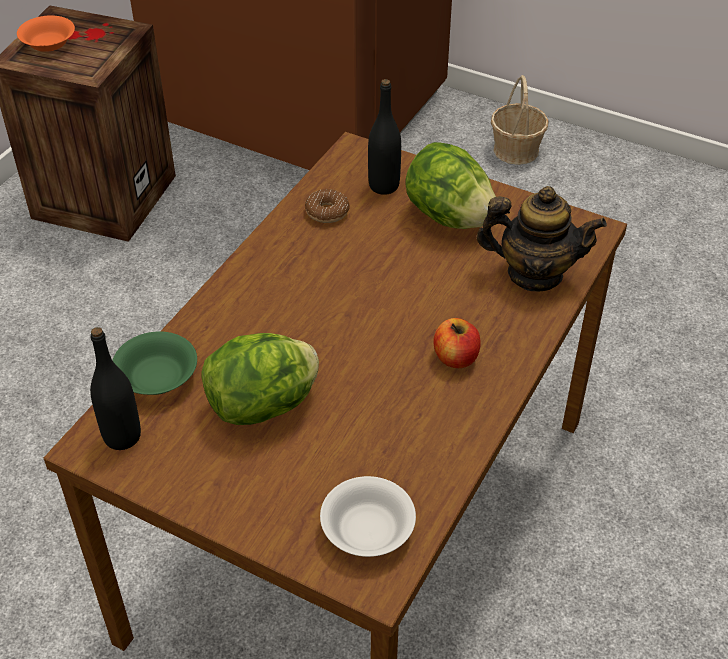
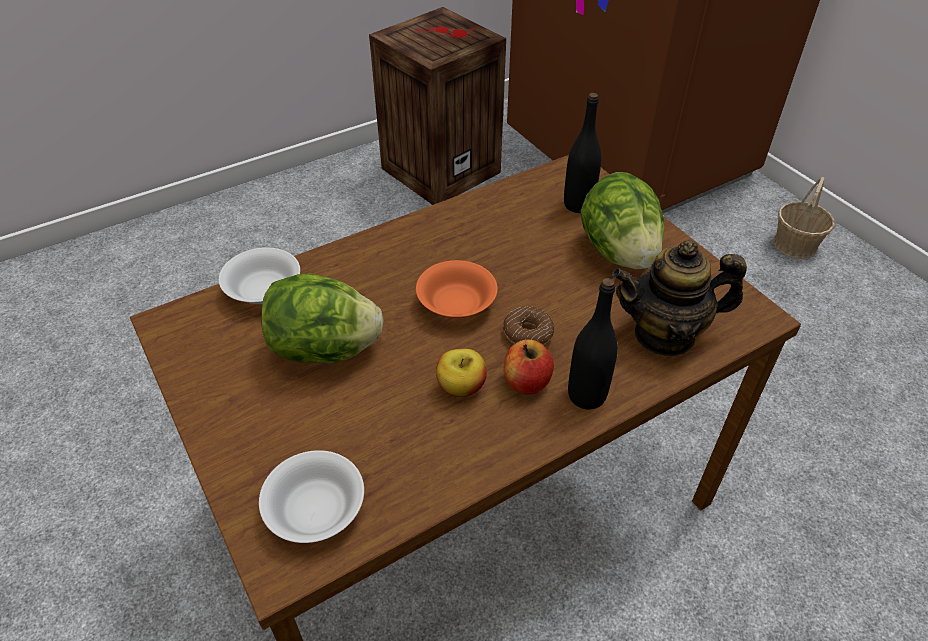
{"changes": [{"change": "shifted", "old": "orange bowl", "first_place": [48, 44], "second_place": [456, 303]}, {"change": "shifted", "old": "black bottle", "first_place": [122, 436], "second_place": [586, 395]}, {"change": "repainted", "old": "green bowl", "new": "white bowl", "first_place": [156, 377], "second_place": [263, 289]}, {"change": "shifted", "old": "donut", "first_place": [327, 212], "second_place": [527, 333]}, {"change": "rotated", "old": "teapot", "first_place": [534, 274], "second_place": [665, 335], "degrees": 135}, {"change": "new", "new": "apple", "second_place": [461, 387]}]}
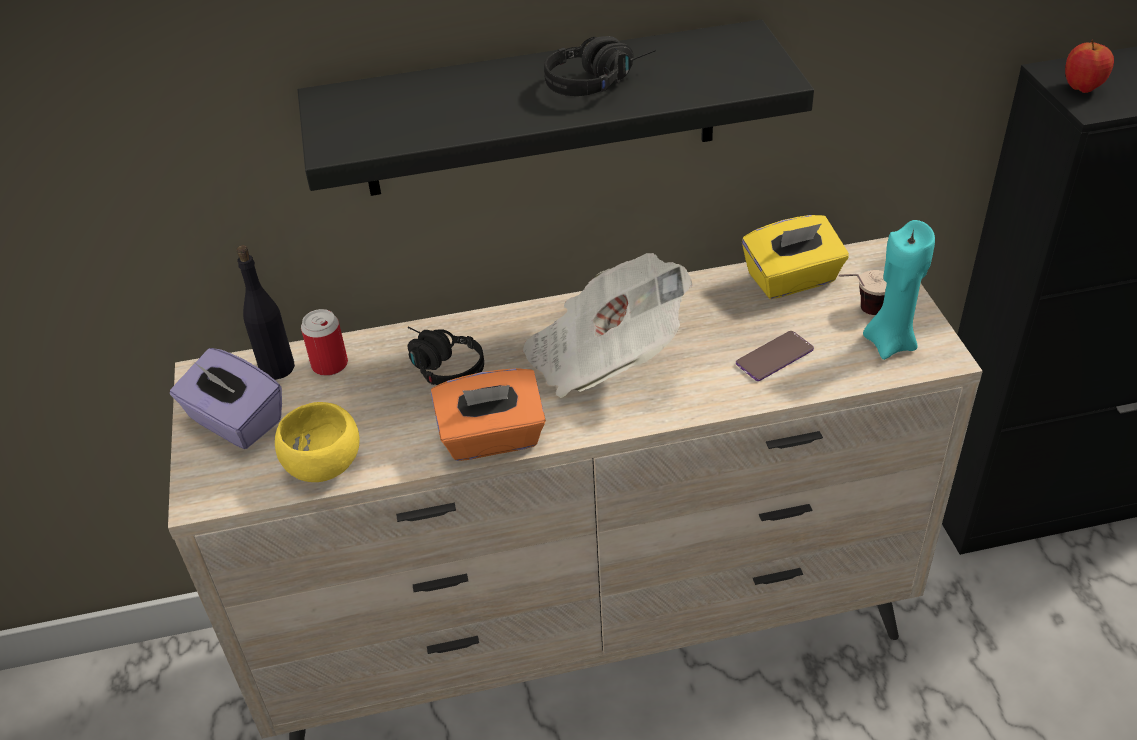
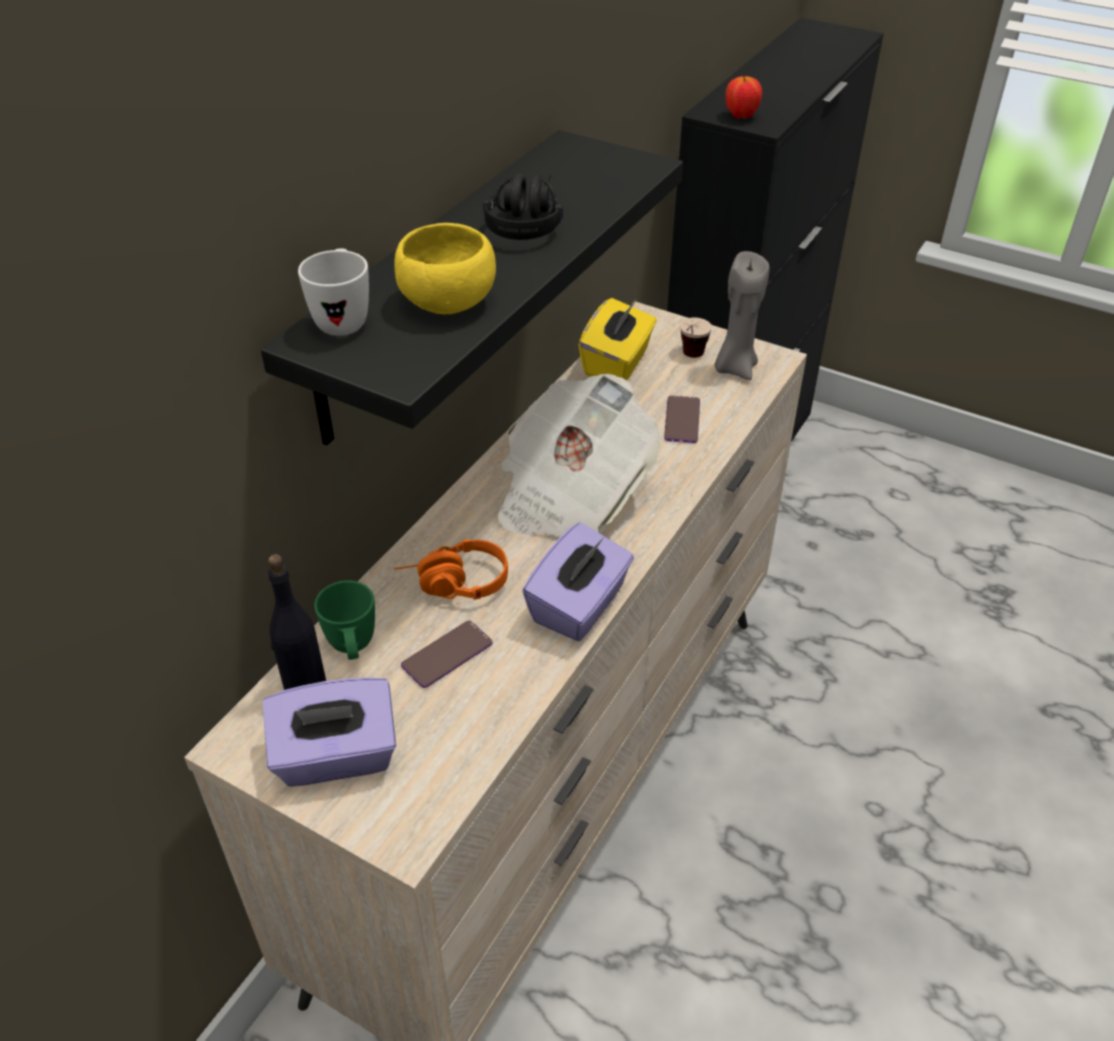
{"changes": [{"change": "shifted", "old": "yellow bowl", "first_place": [325, 463], "second_place": [446, 301]}, {"change": "swapped", "old": "can", "new": "green mug", "first_place": [330, 365], "second_place": [353, 649]}, {"change": "repainted", "old": "black headphones", "new": "orange headphones", "first_place": [439, 366], "second_place": [453, 585]}, {"change": "repainted", "old": "orange tissue box", "new": "purple tissue box", "first_place": [492, 438], "second_place": [579, 606]}, {"change": "repainted", "old": "turquoise candle", "new": "grey candle", "first_place": [890, 342], "second_place": [734, 368]}, {"change": "new", "new": "white mug", "second_place": [343, 319]}, {"change": "new", "new": "phone", "second_place": [447, 655]}]}
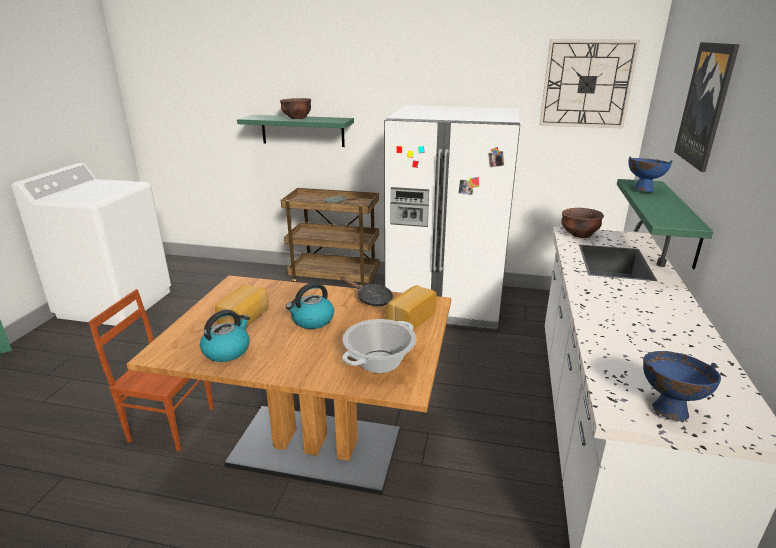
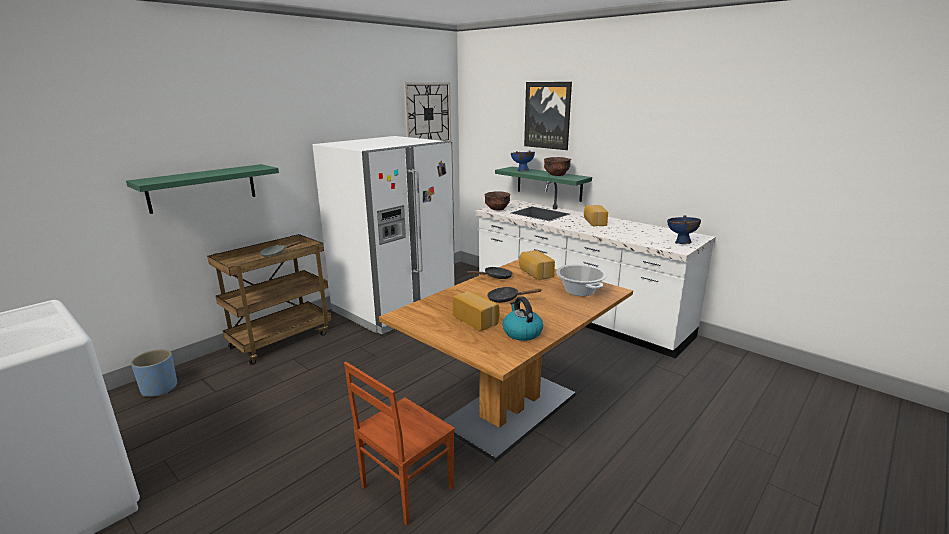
{"changes": [{"change": "shifted", "old": "brown bowl", "first_place": [297, 118], "second_place": [556, 175]}, {"change": "swapped", "old": "kettle", "new": "black frying pan", "first_place": [312, 320], "second_place": [506, 299]}, {"change": "new", "new": "blue planter", "second_place": [159, 388]}, {"change": "new", "new": "bread", "second_place": [594, 222]}]}
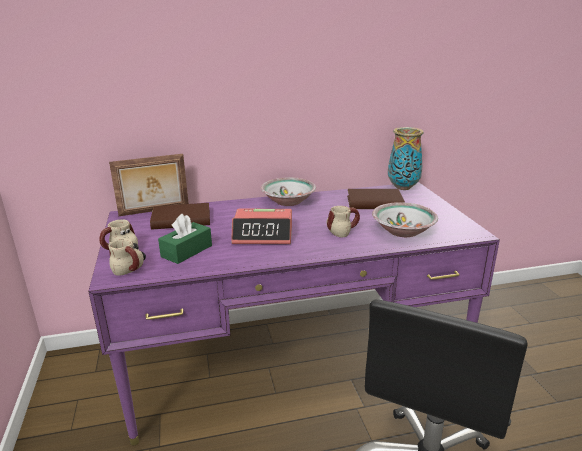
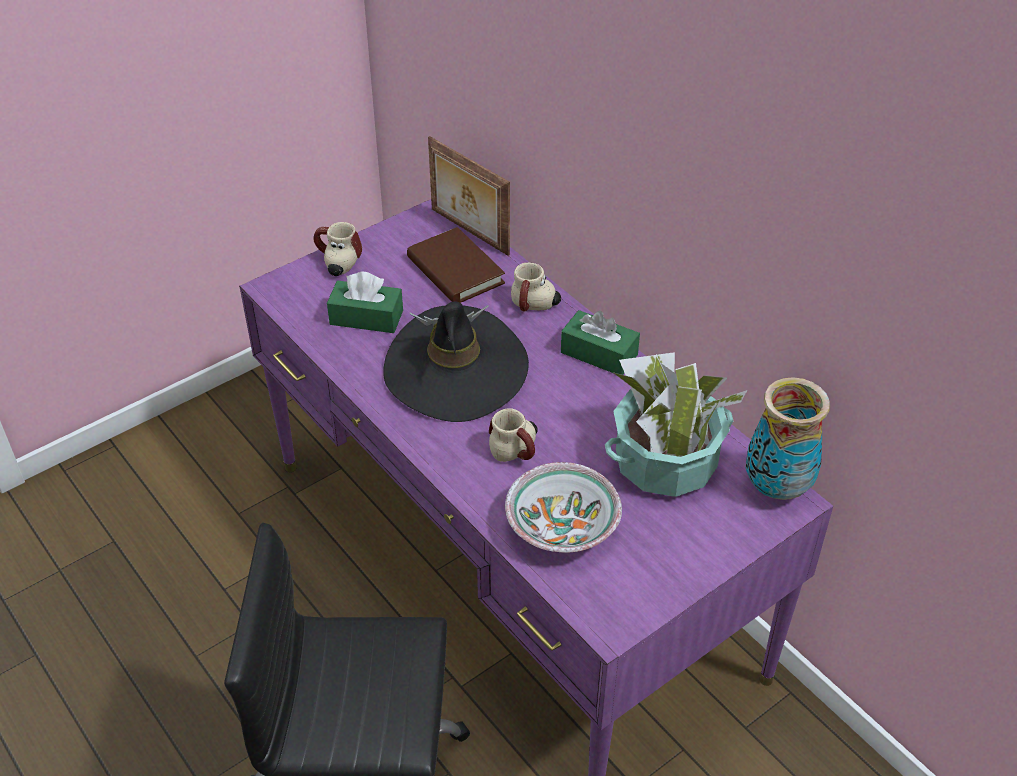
{"changes": [{"change": "shifted", "old": "mug", "first_place": [132, 269], "second_place": [534, 307]}, {"change": "swapped", "old": "alarm clock", "new": "black hat", "first_place": [263, 234], "second_place": [455, 370]}, {"change": "swapped", "old": "bowl", "new": "green tissue box", "first_place": [288, 201], "second_place": [599, 354]}, {"change": "swapped", "old": "brown book", "new": "potted plant", "first_place": [374, 203], "second_place": [665, 463]}]}
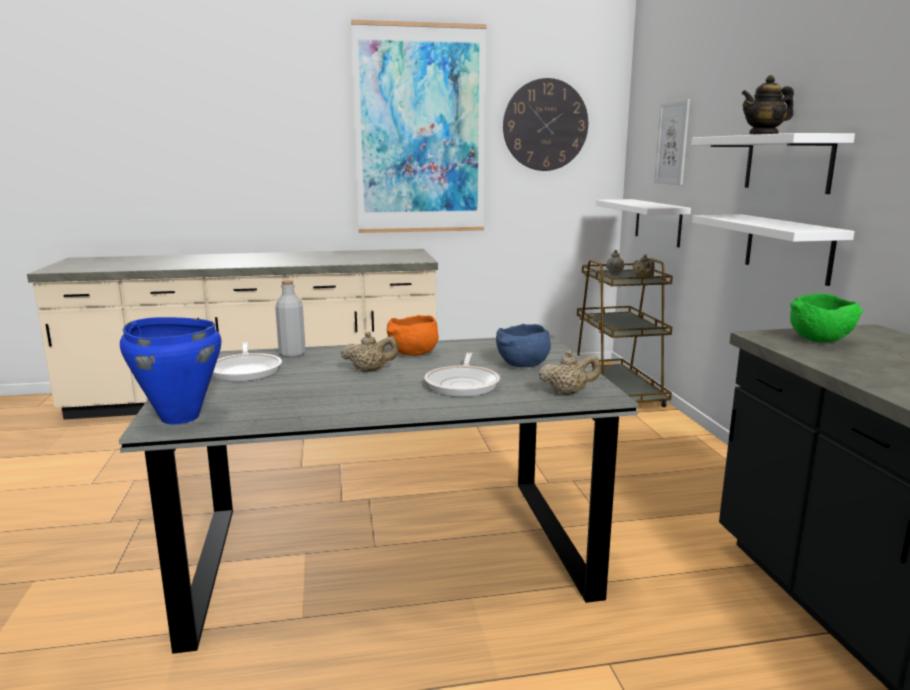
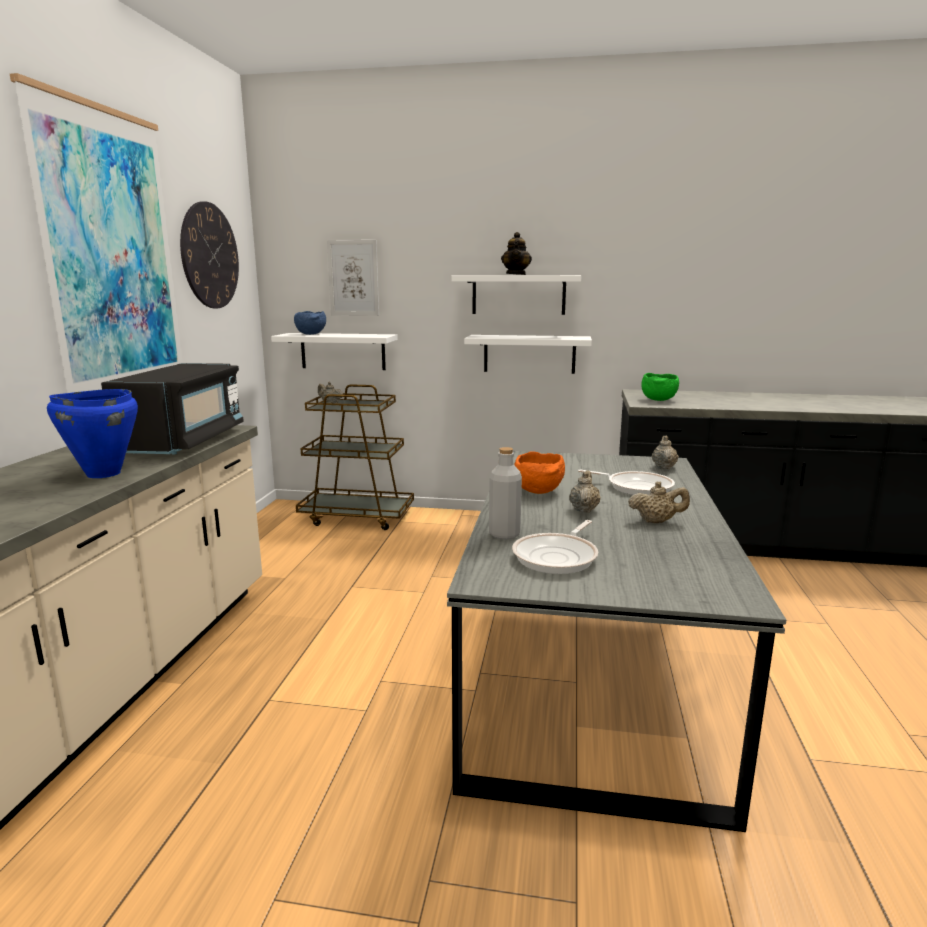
{"changes": [{"change": "shifted", "old": "blue cooking pot", "first_place": [180, 417], "second_place": [102, 474]}, {"change": "rotated", "old": "frying pan", "first_place": [246, 370], "second_place": [558, 557], "degrees": 120}, {"change": "shifted", "old": "blue bowl", "first_place": [522, 366], "second_place": [311, 334]}, {"change": "shifted", "old": "beige teapot", "first_place": [643, 278], "second_place": [656, 521]}, {"change": "new", "new": "black microwave", "second_place": [185, 441]}]}
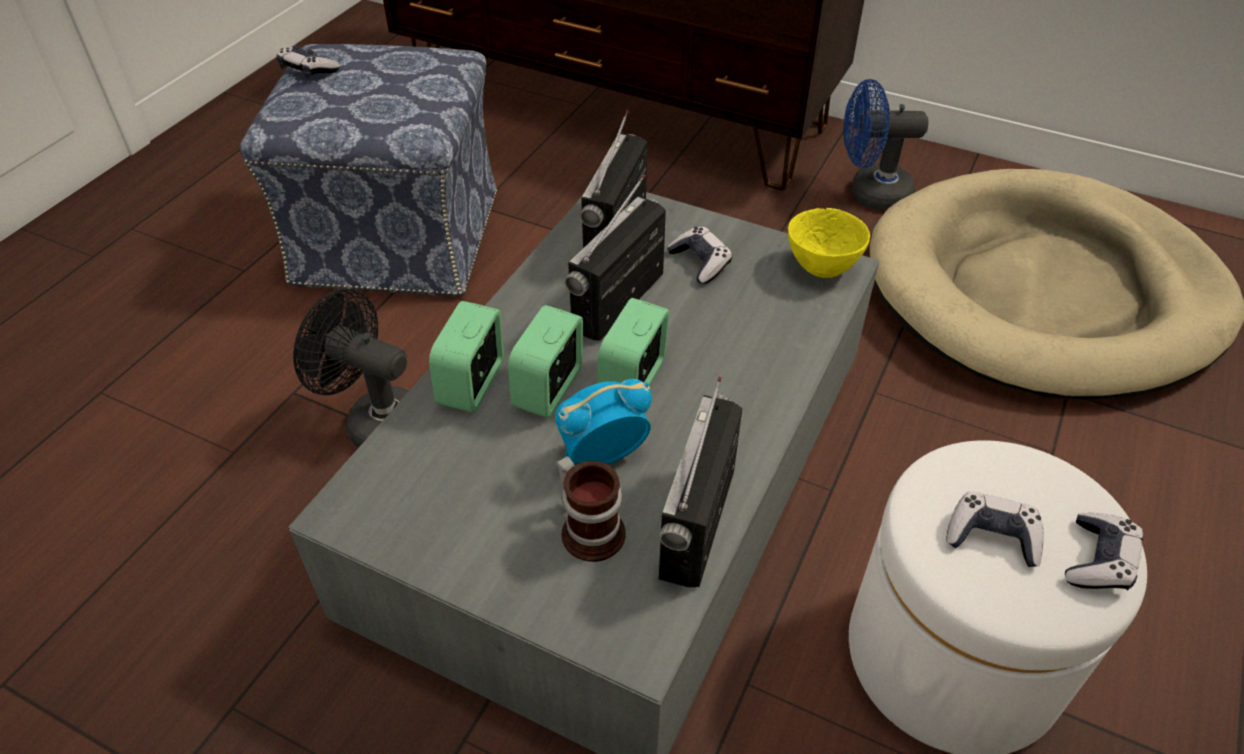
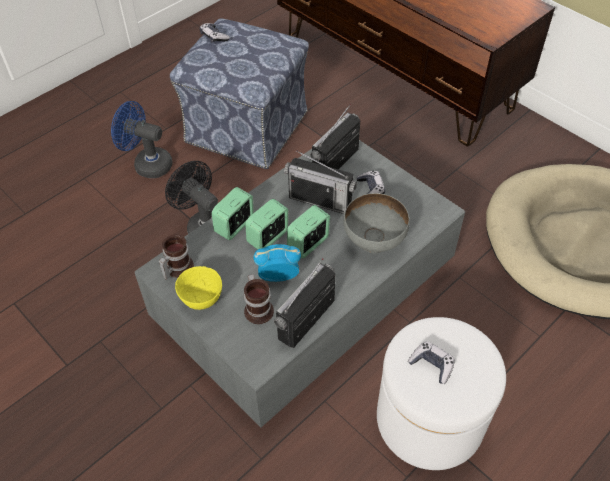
{"changes": [{"change": "rotated", "old": "radio", "first_place": [618, 301], "second_place": [320, 201], "degrees": -120}, {"change": "shifted", "old": "yellow bowl", "first_place": [822, 269], "second_place": [201, 301]}, {"change": "shifted", "old": "blue fan", "first_place": [870, 194], "second_place": [147, 164]}, {"change": "gone", "old": "game controller", "first_place": [1098, 561]}, {"change": "new", "new": "mug", "second_place": [176, 268]}, {"change": "new", "new": "grey bowl", "second_place": [374, 242]}]}
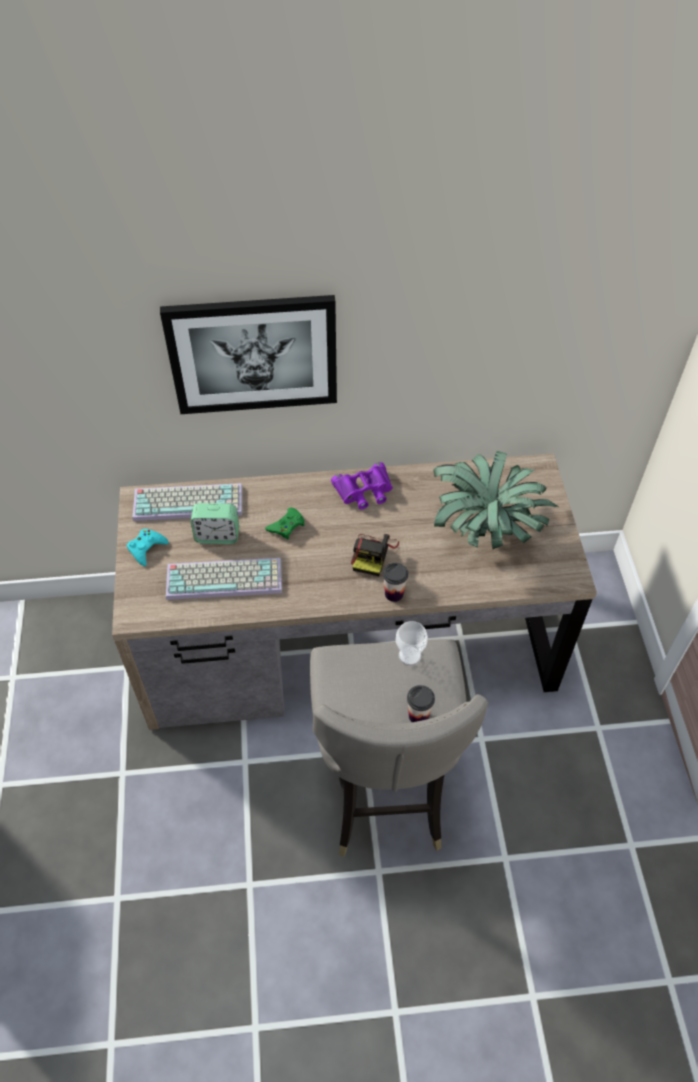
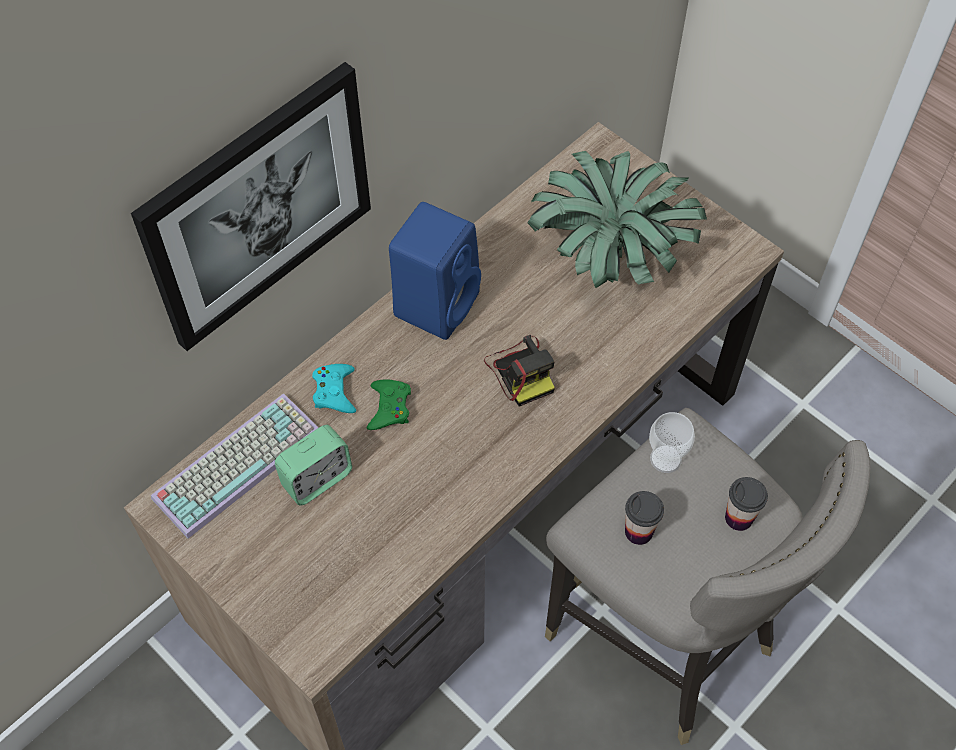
{"changes": [{"change": "shifted", "old": "turquoise game controller", "first_place": [146, 548], "second_place": [334, 392]}, {"change": "gone", "old": "keyboard", "first_place": [225, 577]}, {"change": "swapped", "old": "purple binoculars", "new": "blue speaker", "first_place": [364, 491], "second_place": [437, 302]}, {"change": "shifted", "old": "cup", "first_place": [394, 593], "second_place": [638, 532]}]}
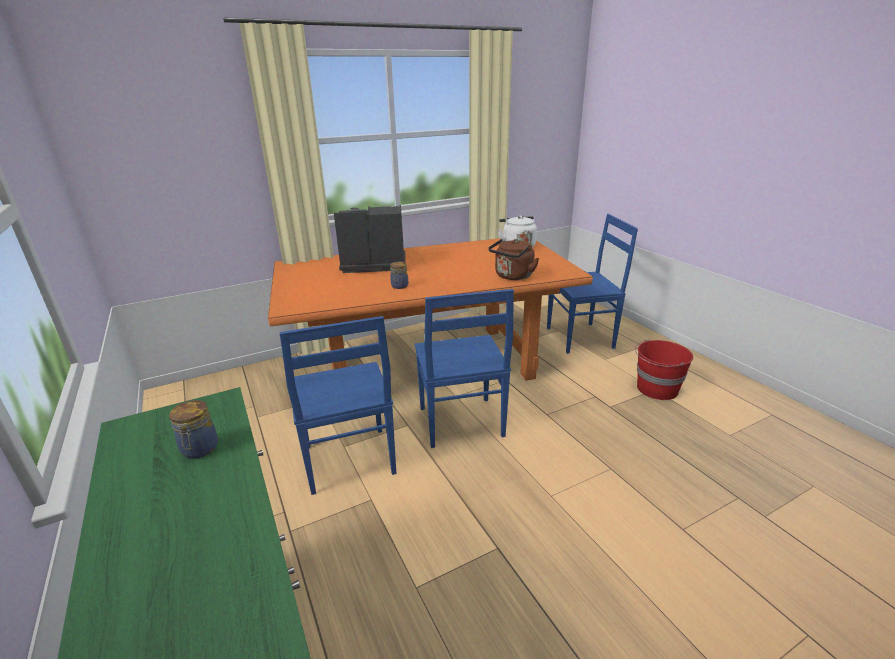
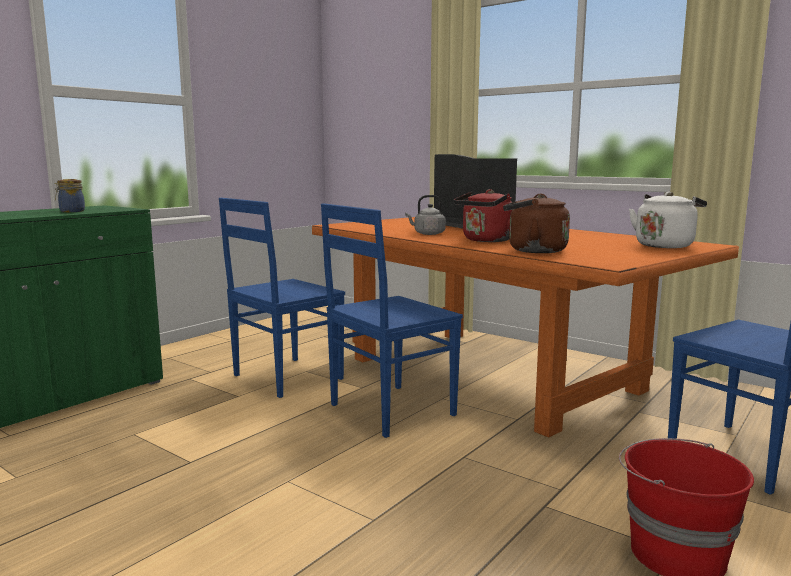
{"changes": [{"change": "swapped", "old": "jar", "new": "grey kettle", "first_place": [399, 286], "second_place": [427, 234]}, {"change": "new", "new": "red kettle", "second_place": [486, 240]}]}
